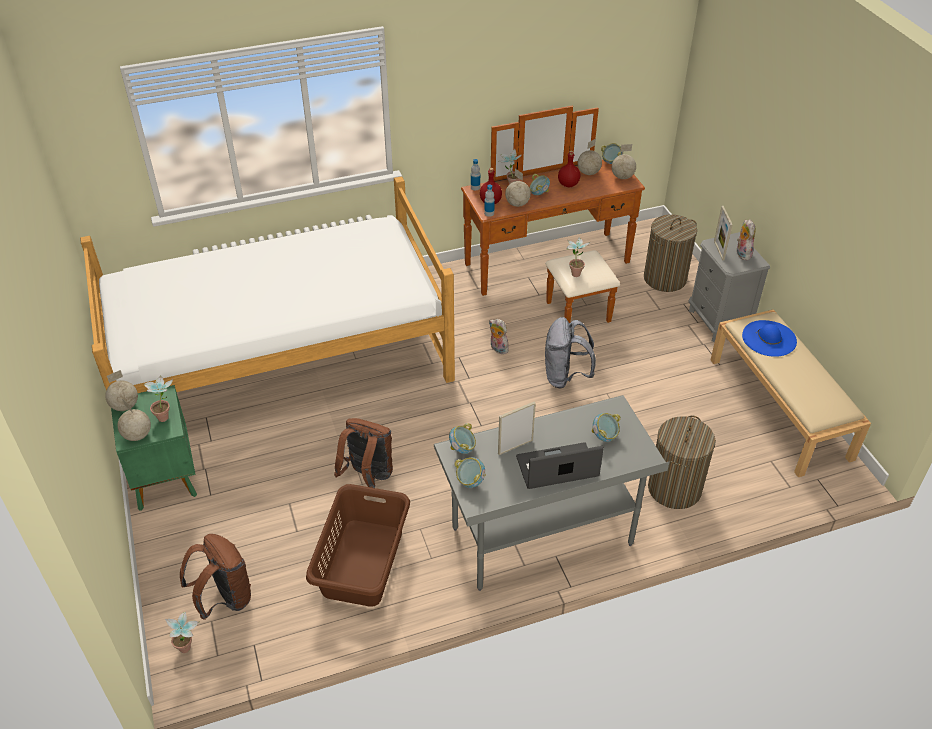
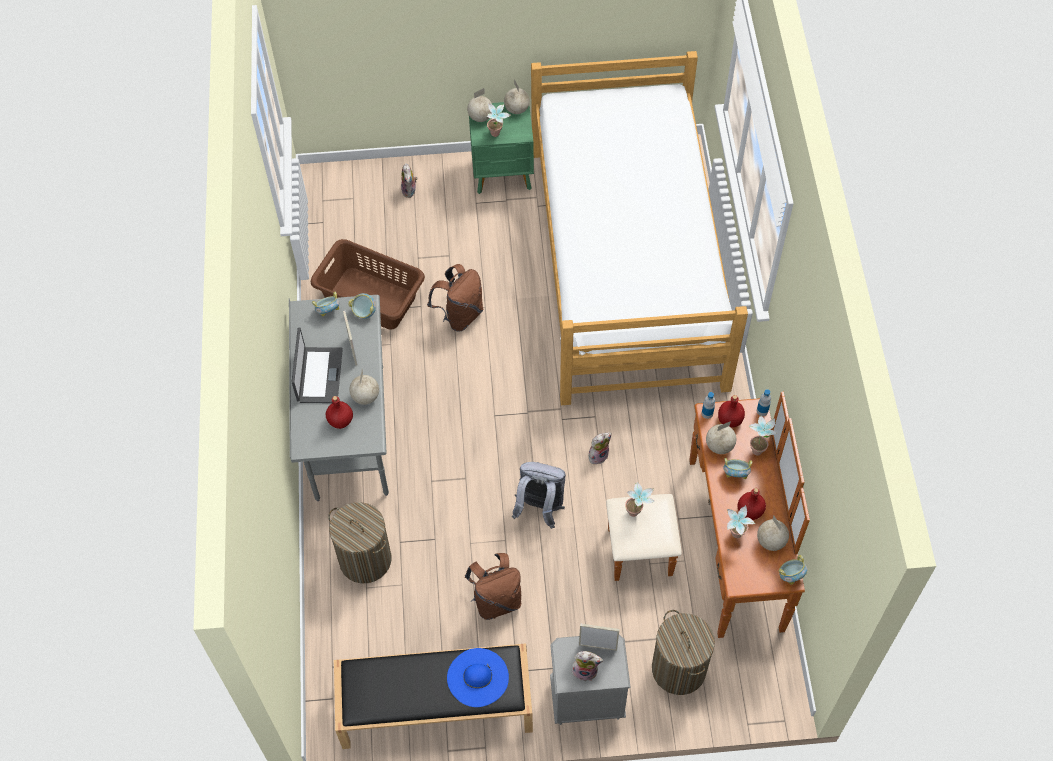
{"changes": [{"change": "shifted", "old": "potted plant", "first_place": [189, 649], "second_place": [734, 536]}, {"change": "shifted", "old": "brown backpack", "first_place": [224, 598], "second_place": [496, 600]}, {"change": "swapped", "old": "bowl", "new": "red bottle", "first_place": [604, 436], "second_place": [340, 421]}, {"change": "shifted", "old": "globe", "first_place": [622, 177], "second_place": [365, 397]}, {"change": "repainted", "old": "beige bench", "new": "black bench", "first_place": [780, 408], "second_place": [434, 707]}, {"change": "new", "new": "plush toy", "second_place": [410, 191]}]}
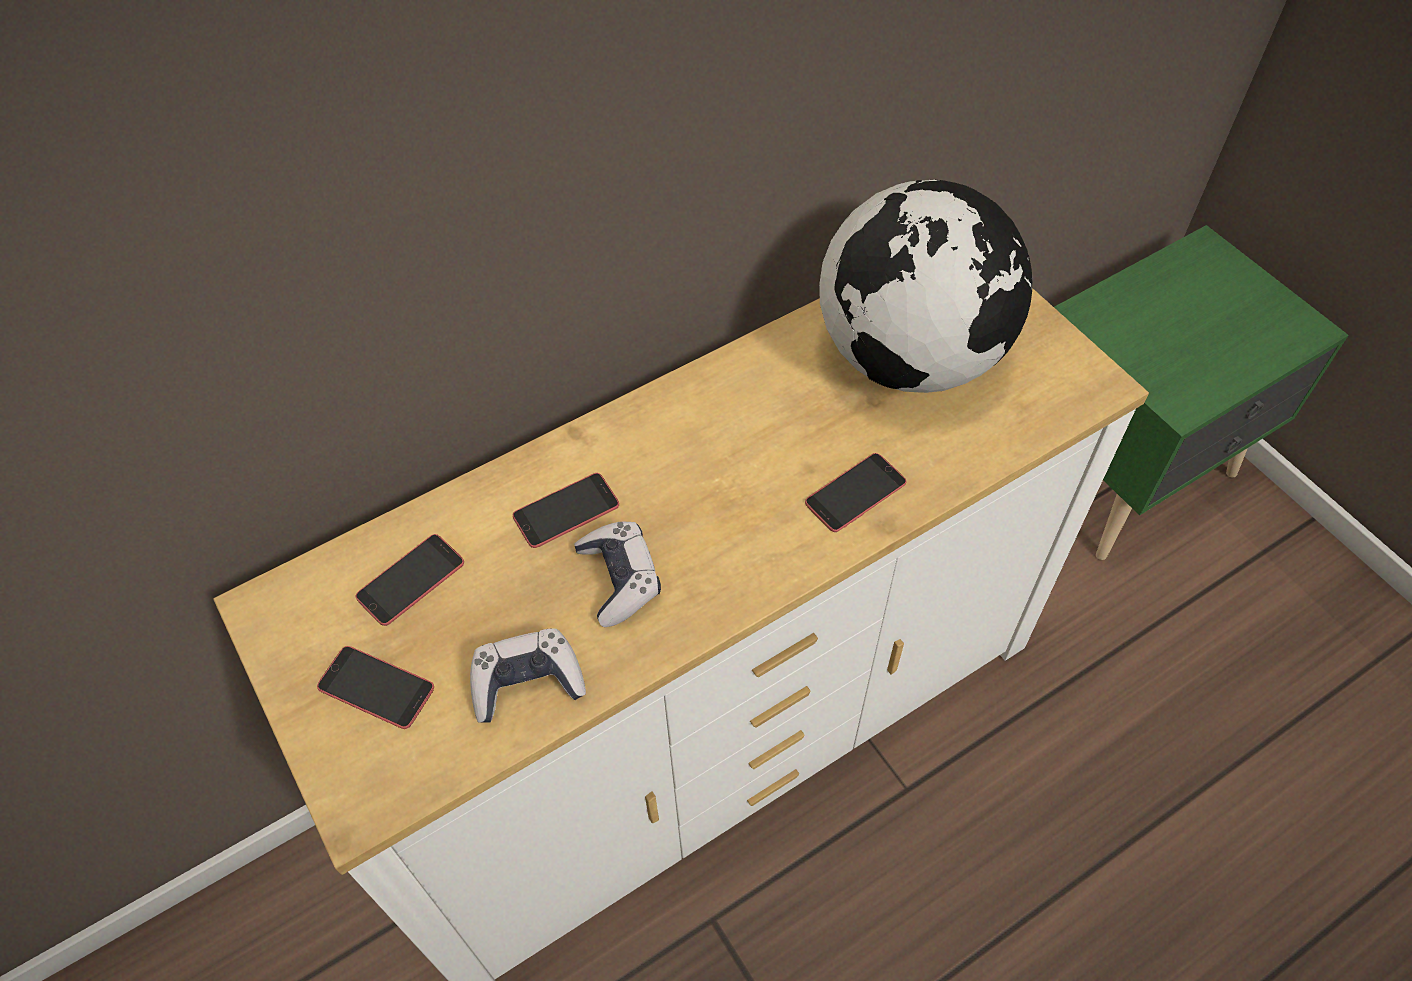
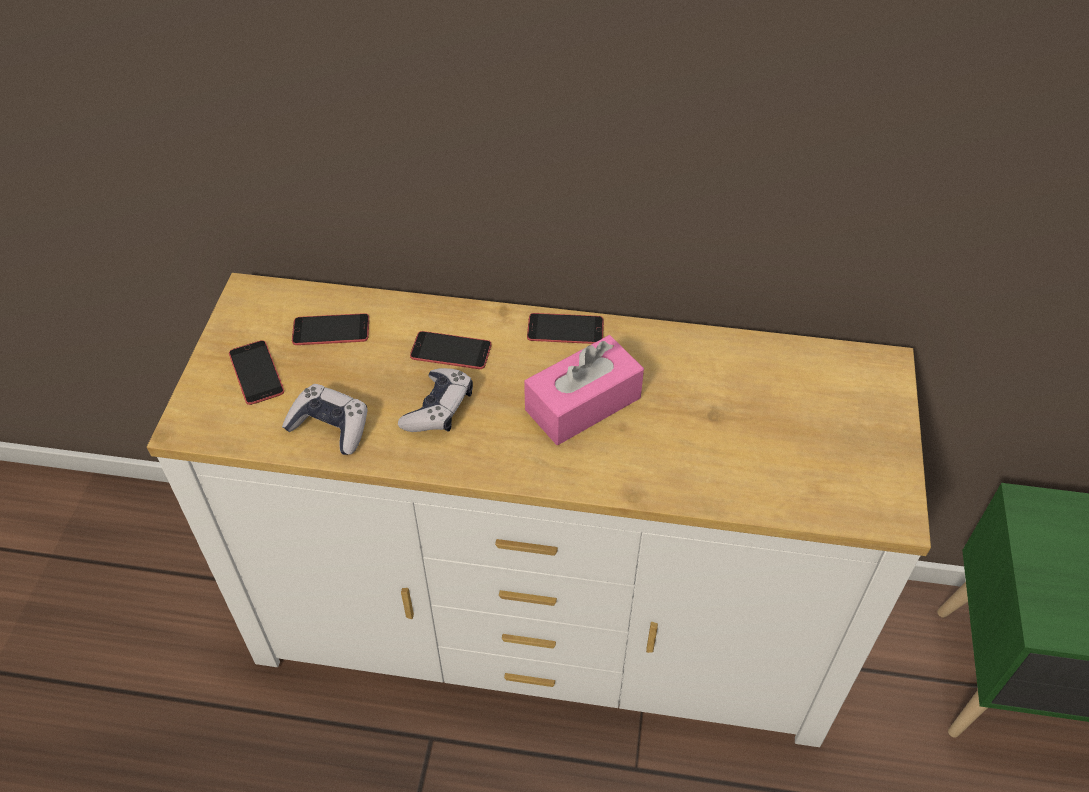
{"changes": [{"change": "shifted", "old": "phone", "first_place": [855, 493], "second_place": [565, 329]}, {"change": "gone", "old": "globe", "first_place": [911, 357]}, {"change": "new", "new": "pink tissue box", "second_place": [583, 404]}]}
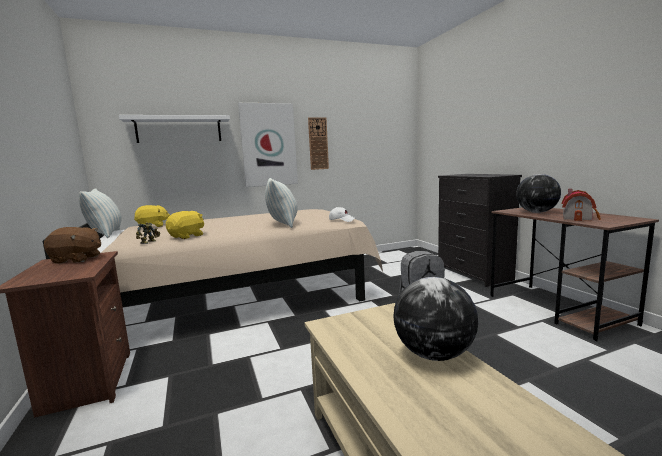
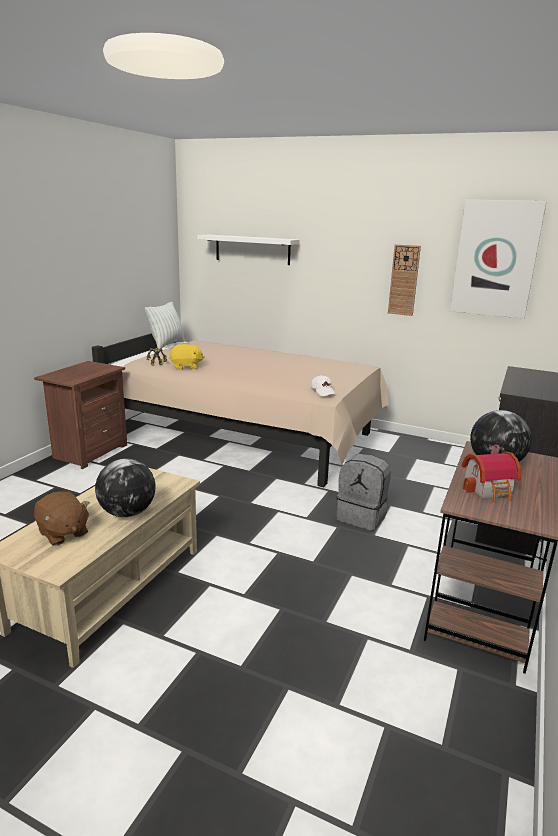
{"changes": [{"change": "shifted", "old": "brown plush toy", "first_place": [77, 259], "second_place": [63, 533]}, {"change": "gone", "old": "yellow plush toy", "first_place": [152, 226]}, {"change": "shifted", "old": "picture", "first_place": [268, 145], "second_place": [495, 259]}, {"change": "gone", "old": "pillow", "first_place": [282, 224]}]}
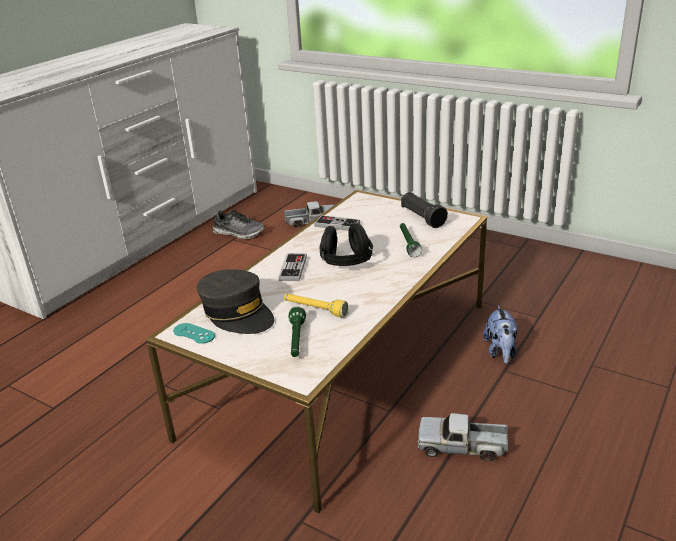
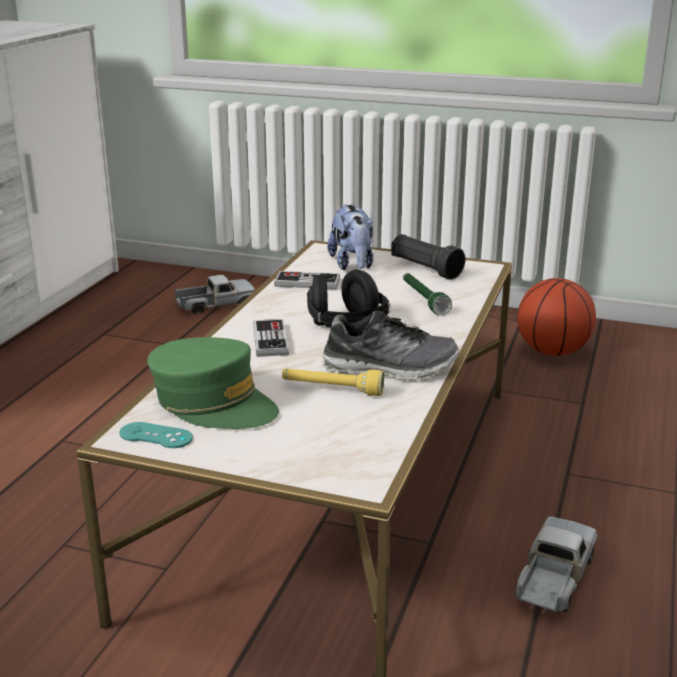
{"changes": [{"change": "repainted", "old": "grey cap", "new": "green cap", "first_place": [237, 313], "second_place": [213, 403]}, {"change": "shifted", "old": "shoe", "first_place": [239, 233], "second_place": [389, 367]}, {"change": "gone", "old": "green flashlight", "first_place": [296, 340]}, {"change": "rotated", "old": "toy truck", "first_place": [462, 446], "second_place": [553, 578], "degrees": 120}, {"change": "shifted", "old": "plush toy", "first_place": [500, 352], "second_place": [353, 265]}, {"change": "new", "new": "basketball", "second_place": [552, 352]}]}
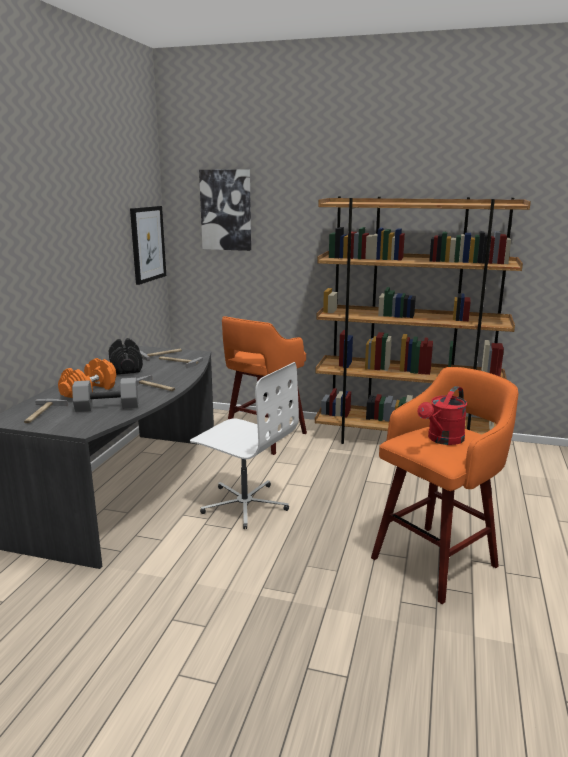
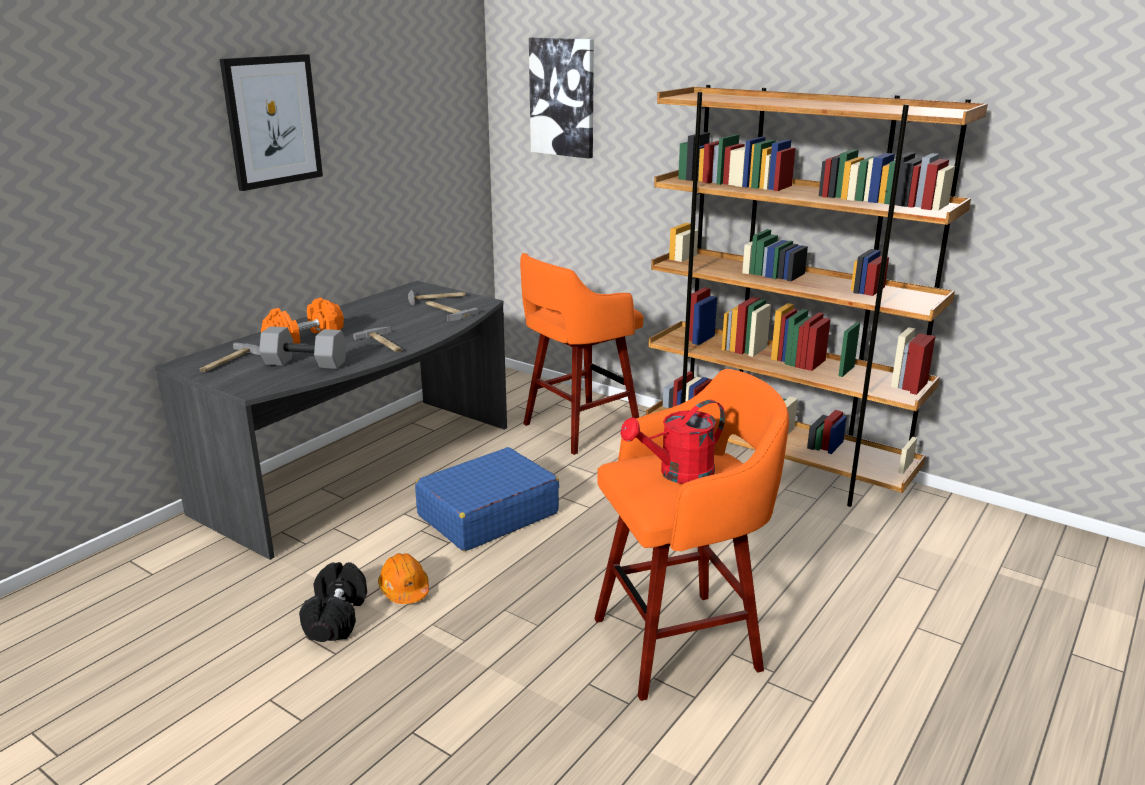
{"changes": [{"change": "shifted", "old": "black dumbbell", "first_place": [126, 368], "second_place": [336, 617]}, {"change": "shifted", "old": "picture", "first_place": [147, 244], "second_place": [272, 121]}, {"change": "swapped", "old": "white office chair", "new": "blue suitcase", "first_place": [244, 504], "second_place": [487, 514]}, {"change": "new", "new": "orange hard hat", "second_place": [404, 589]}]}
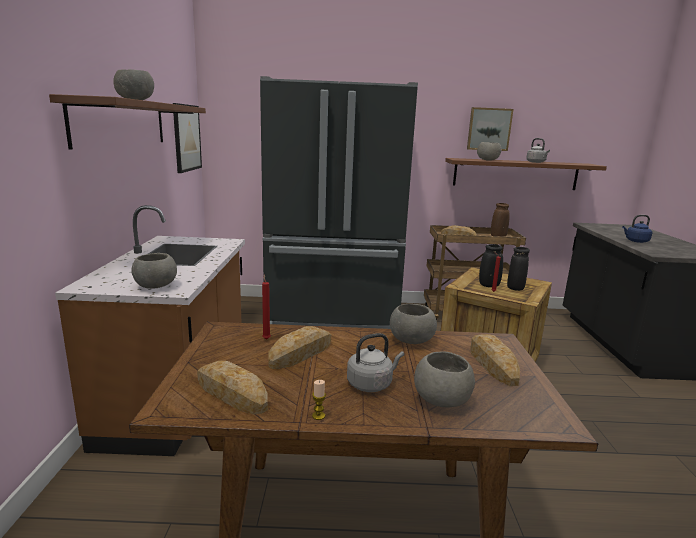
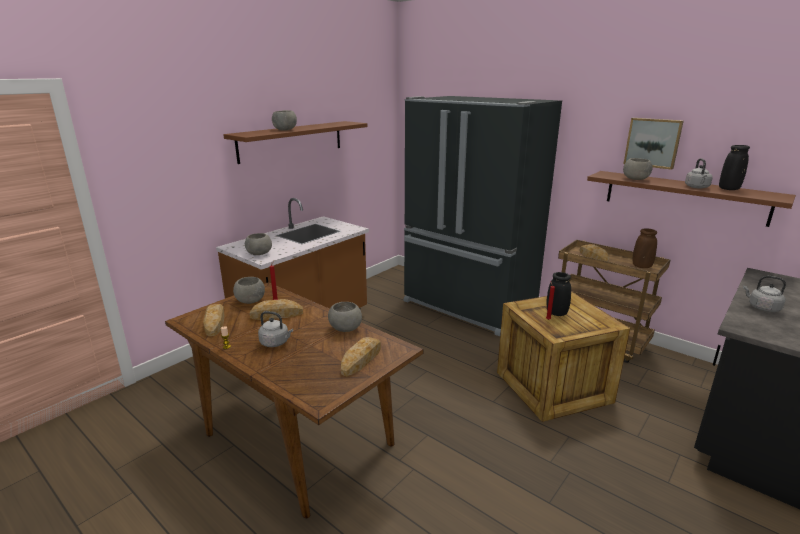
{"changes": [{"change": "gone", "old": "picture", "first_place": [186, 138]}, {"change": "shifted", "old": "grey bowl", "first_place": [441, 400], "second_place": [250, 301]}, {"change": "shifted", "old": "black vase", "first_place": [515, 288], "second_place": [729, 189]}, {"change": "repainted", "old": "blue kettle", "new": "grey kettle", "first_place": [635, 241], "second_place": [762, 308]}]}
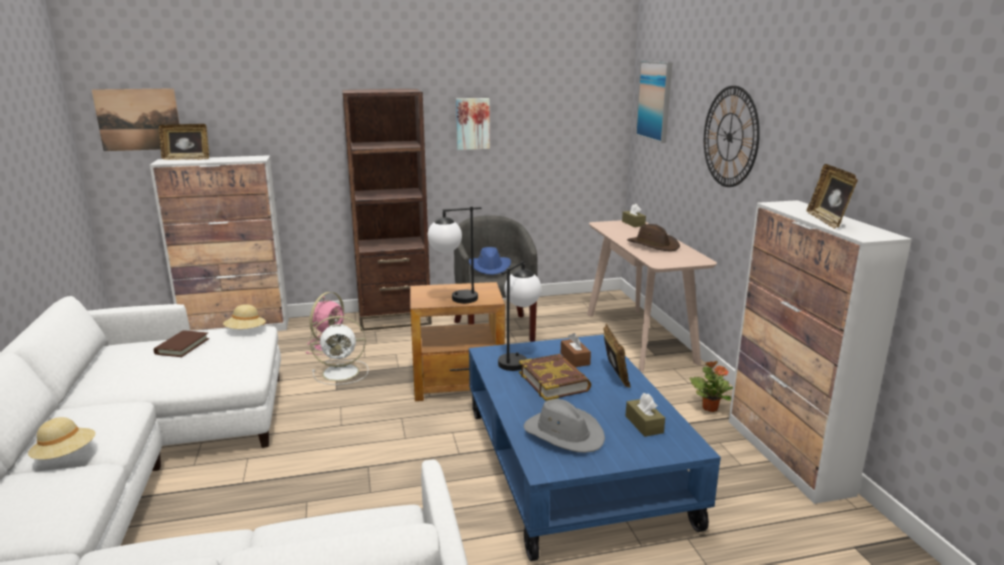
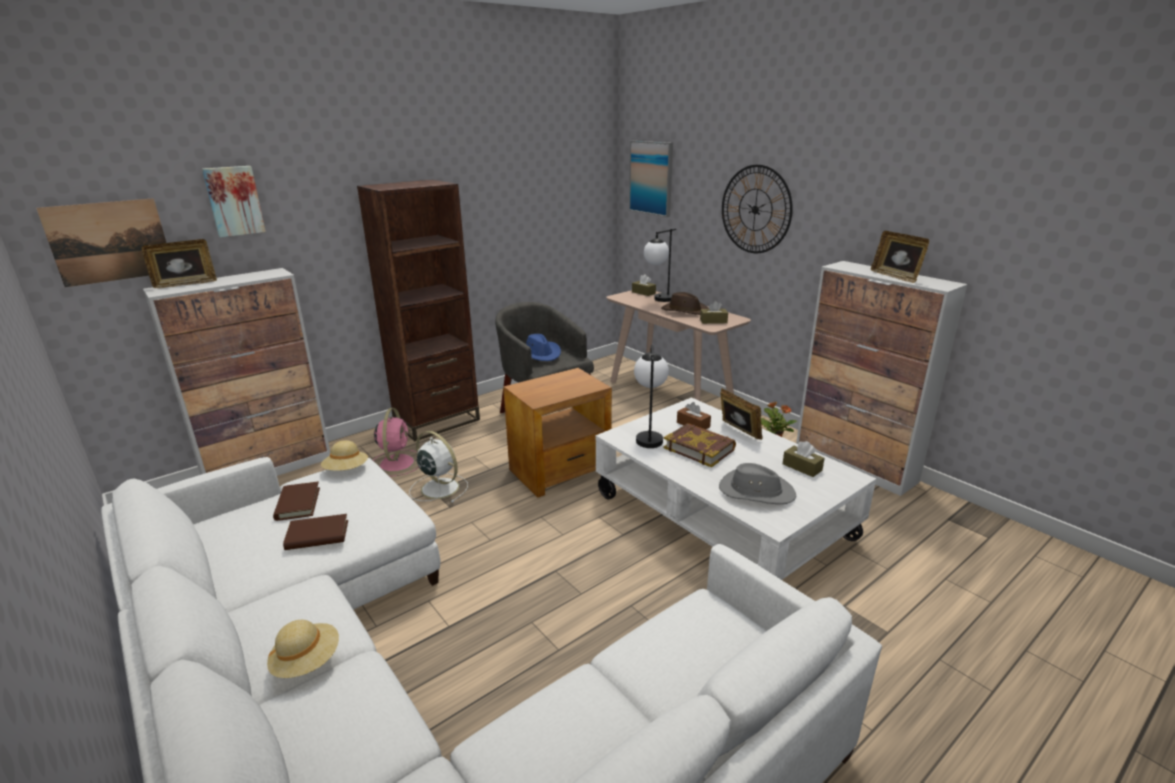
{"changes": [{"change": "rotated", "old": "white fan", "first_place": [342, 372], "second_place": [438, 488], "degrees": -105}, {"change": "shifted", "old": "table lamp", "first_place": [454, 300], "second_place": [658, 300]}, {"change": "shifted", "old": "picture", "first_place": [472, 123], "second_place": [234, 201]}, {"change": "repainted", "old": "blue coffee table", "new": "white coffee table", "first_place": [571, 465], "second_place": [720, 517]}, {"change": "new", "new": "brown book", "second_place": [317, 535]}, {"change": "new", "new": "brown tissue box", "second_place": [713, 321]}]}
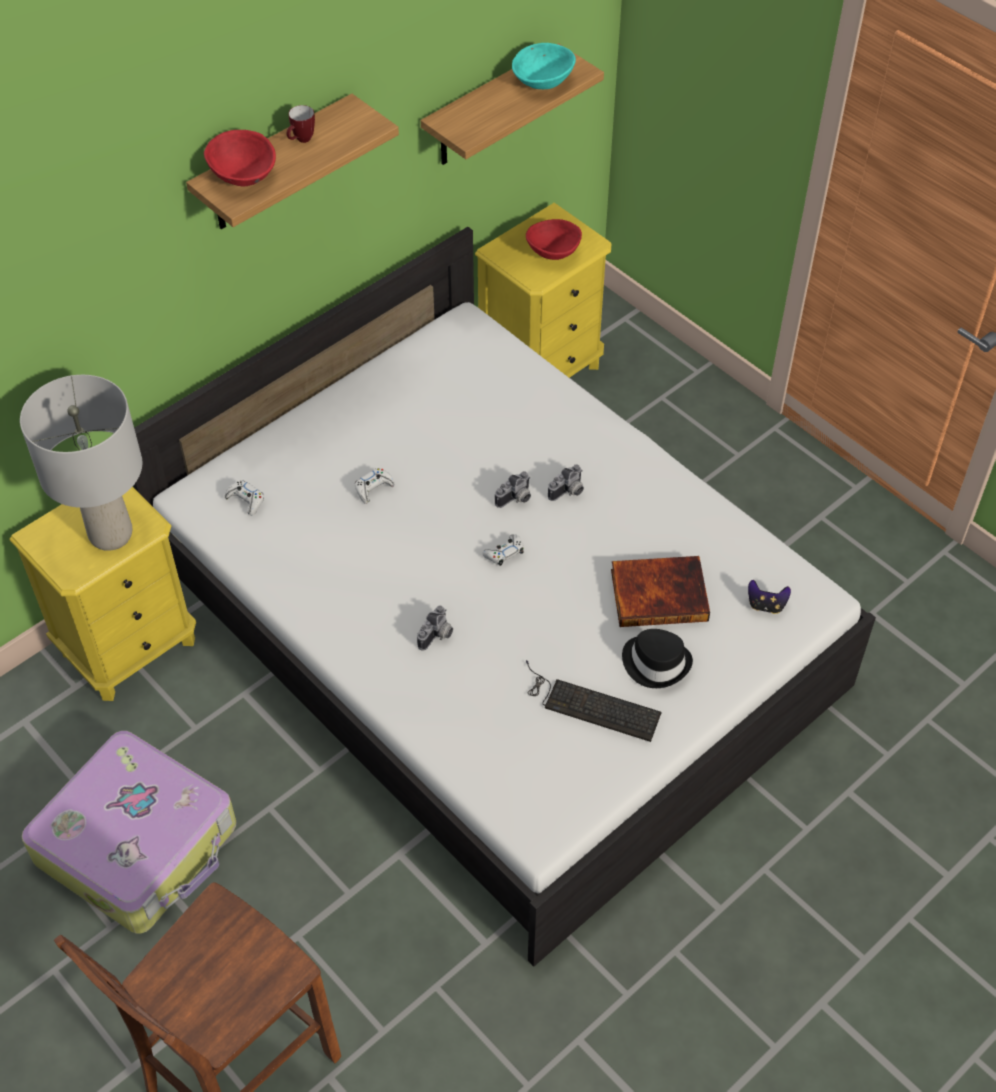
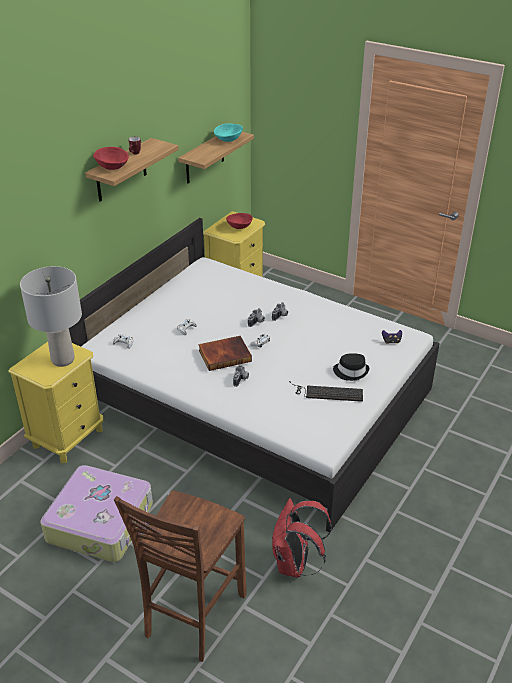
{"changes": [{"change": "shifted", "old": "book", "first_place": [659, 593], "second_place": [225, 355]}, {"change": "new", "new": "red backpack", "second_place": [295, 564]}]}
